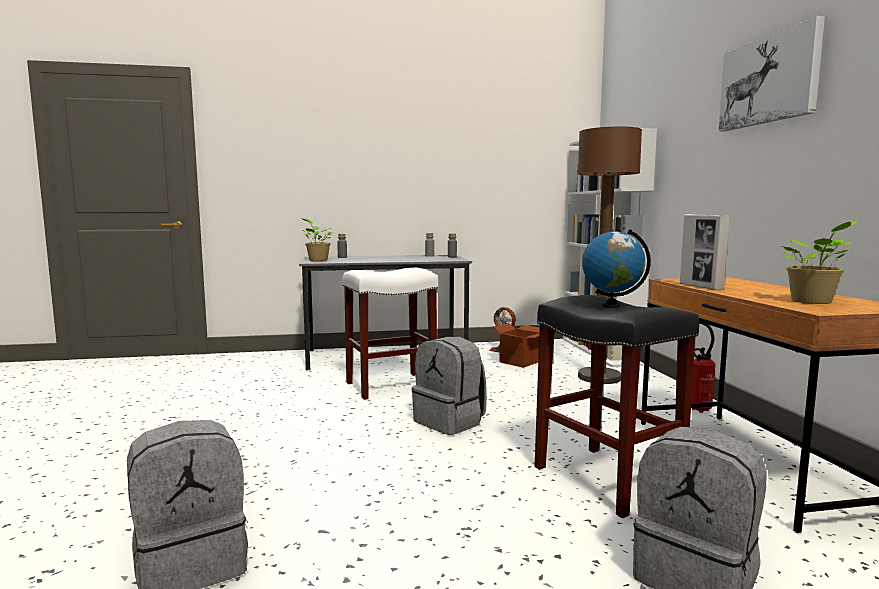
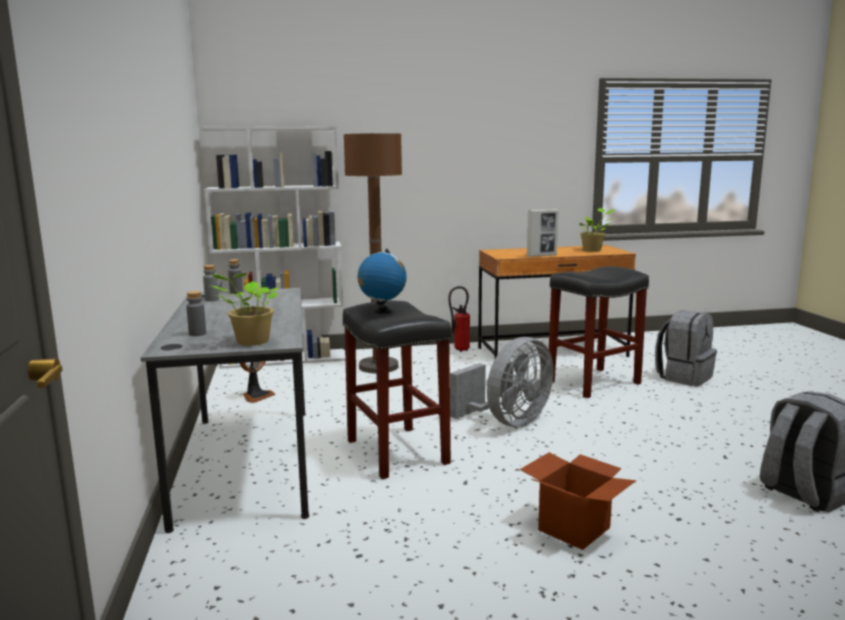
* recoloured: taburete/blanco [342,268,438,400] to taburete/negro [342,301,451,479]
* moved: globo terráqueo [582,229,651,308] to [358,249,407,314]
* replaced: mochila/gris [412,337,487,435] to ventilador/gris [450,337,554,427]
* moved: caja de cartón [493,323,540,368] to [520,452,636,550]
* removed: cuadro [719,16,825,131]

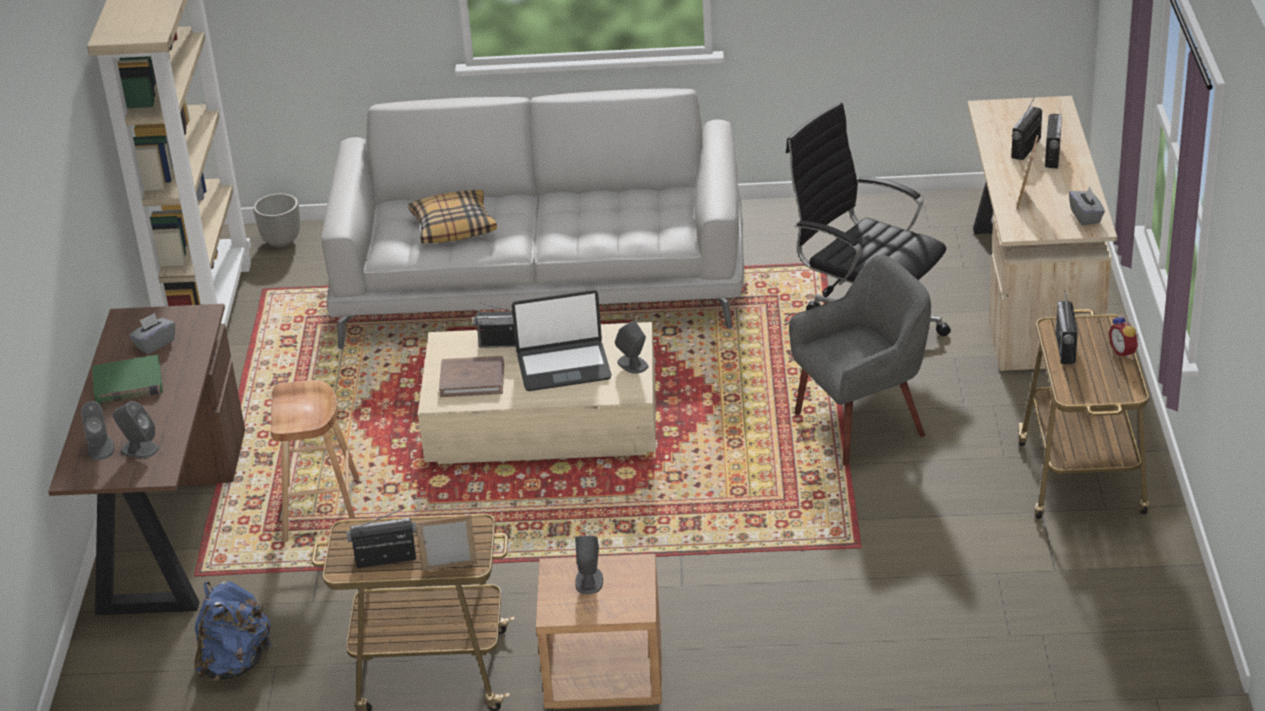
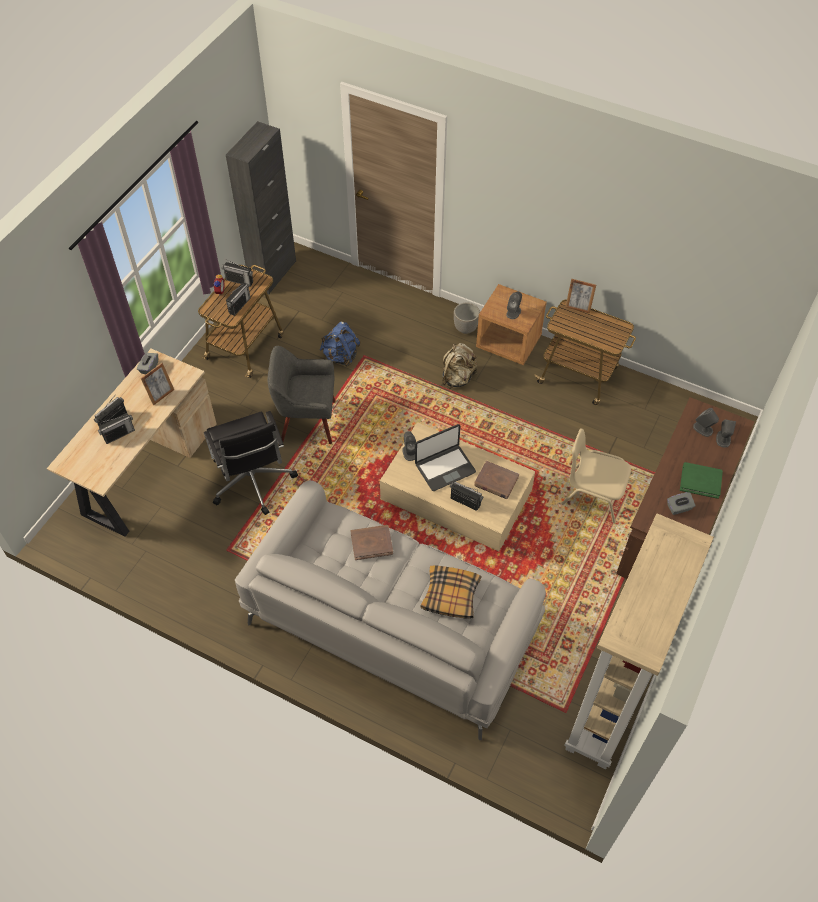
* moved: radio [346,508,417,568] to [222,259,253,286]
* added: armario/negro [226,121,296,294]
* moved: mochila/azul [194,581,273,683] to [320,322,361,367]
* added: libro/marrón [350,525,393,560]
* turned: portátil [512,290,612,391] = [415,424,476,491] 135 degrees clockwise
* added: mochila/beis [442,343,477,389]
* moved: maceta [253,193,300,248] to [454,302,480,334]
* replaced: taburete/marrón [270,380,360,542] to silla/beis [561,429,631,523]

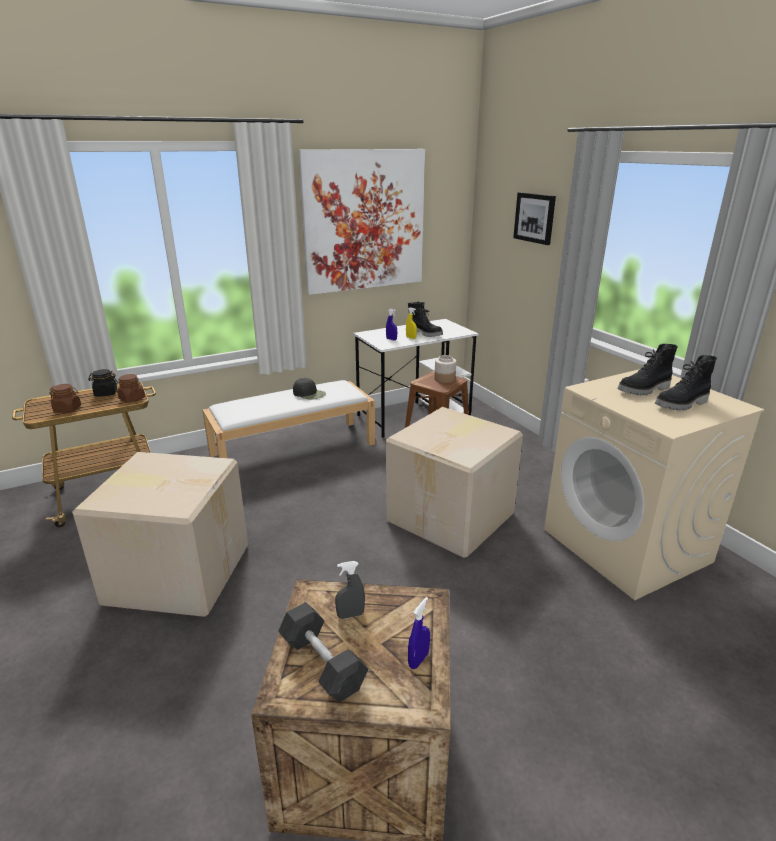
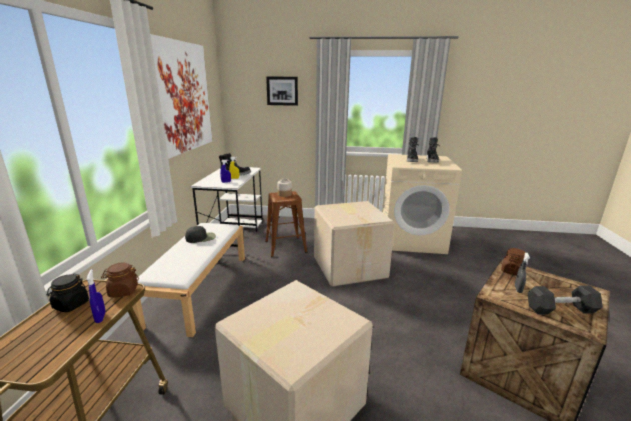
* moved: pulverizador/azul [408,597,430,669] to [86,269,106,323]
* moved: tarro/marrón [49,384,81,413] to [501,248,526,276]

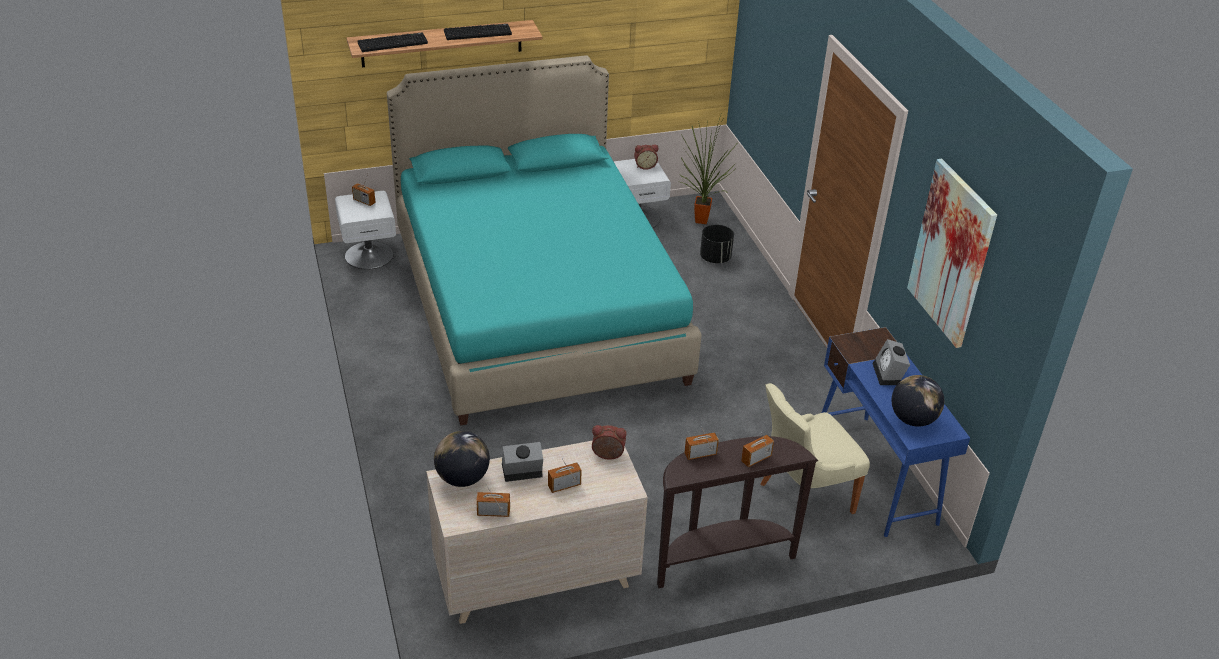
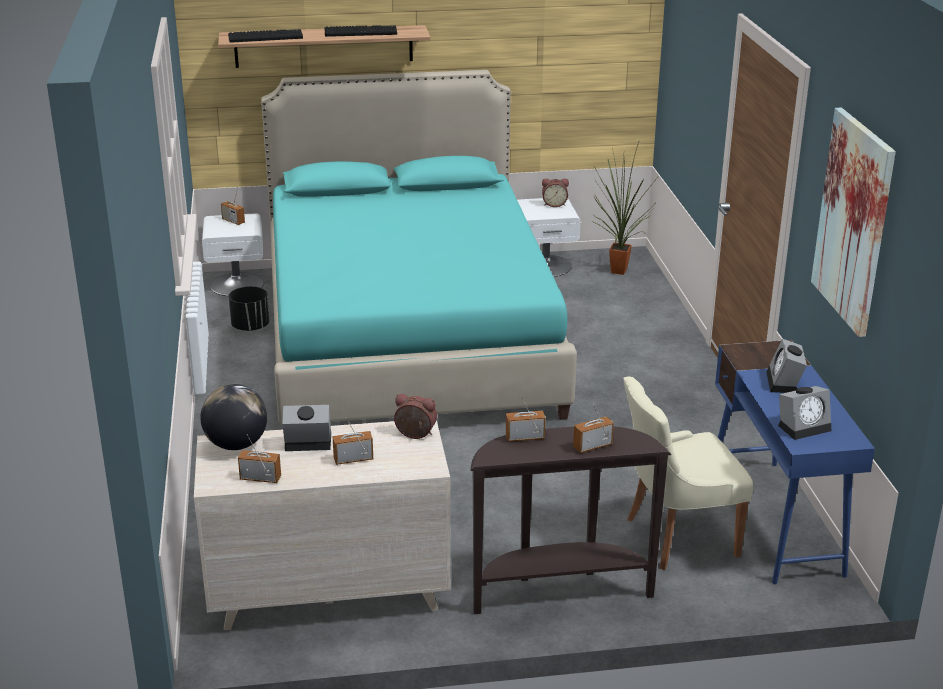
* moved: maceta/negro [700,225,734,263] to [229,286,270,331]
* replaced: globo terráqueo [892,375,944,427] to despertador [778,386,831,440]

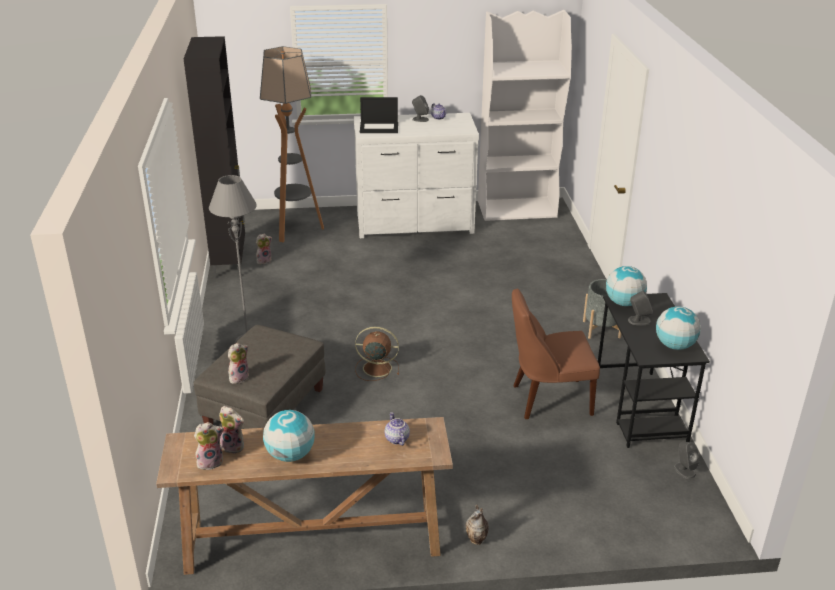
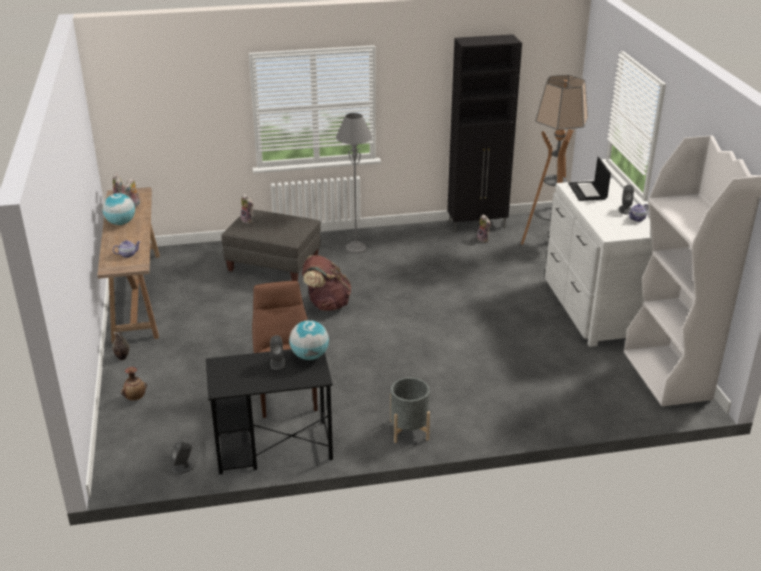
* added: florero [121,367,147,400]
* replaced: ventilador/marrón [355,327,399,381] to mochila/marrón [302,255,351,311]
* removed: globo terráqueo [656,306,701,350]

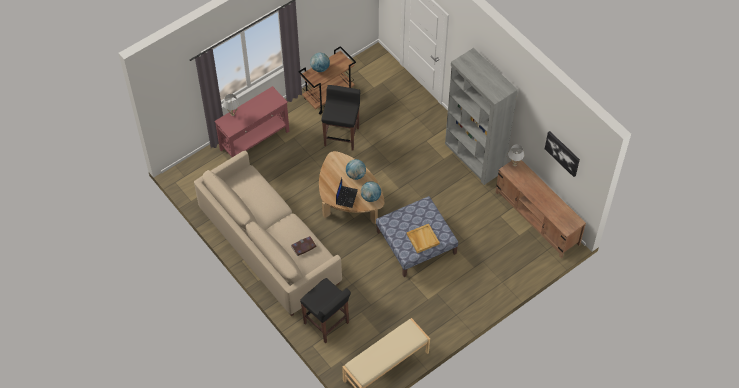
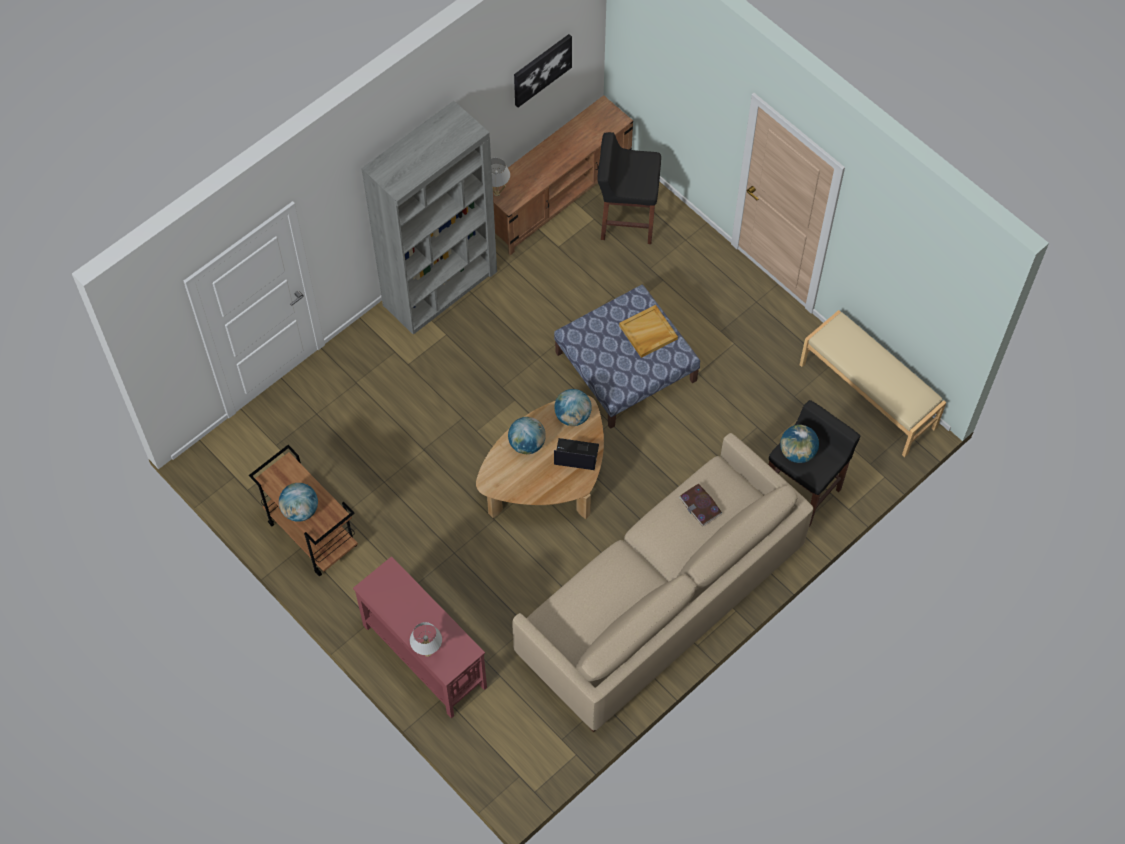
* moved: taburete/negro [321,85,360,151] to [597,132,661,244]
* added: globo terráqueo [780,425,819,463]

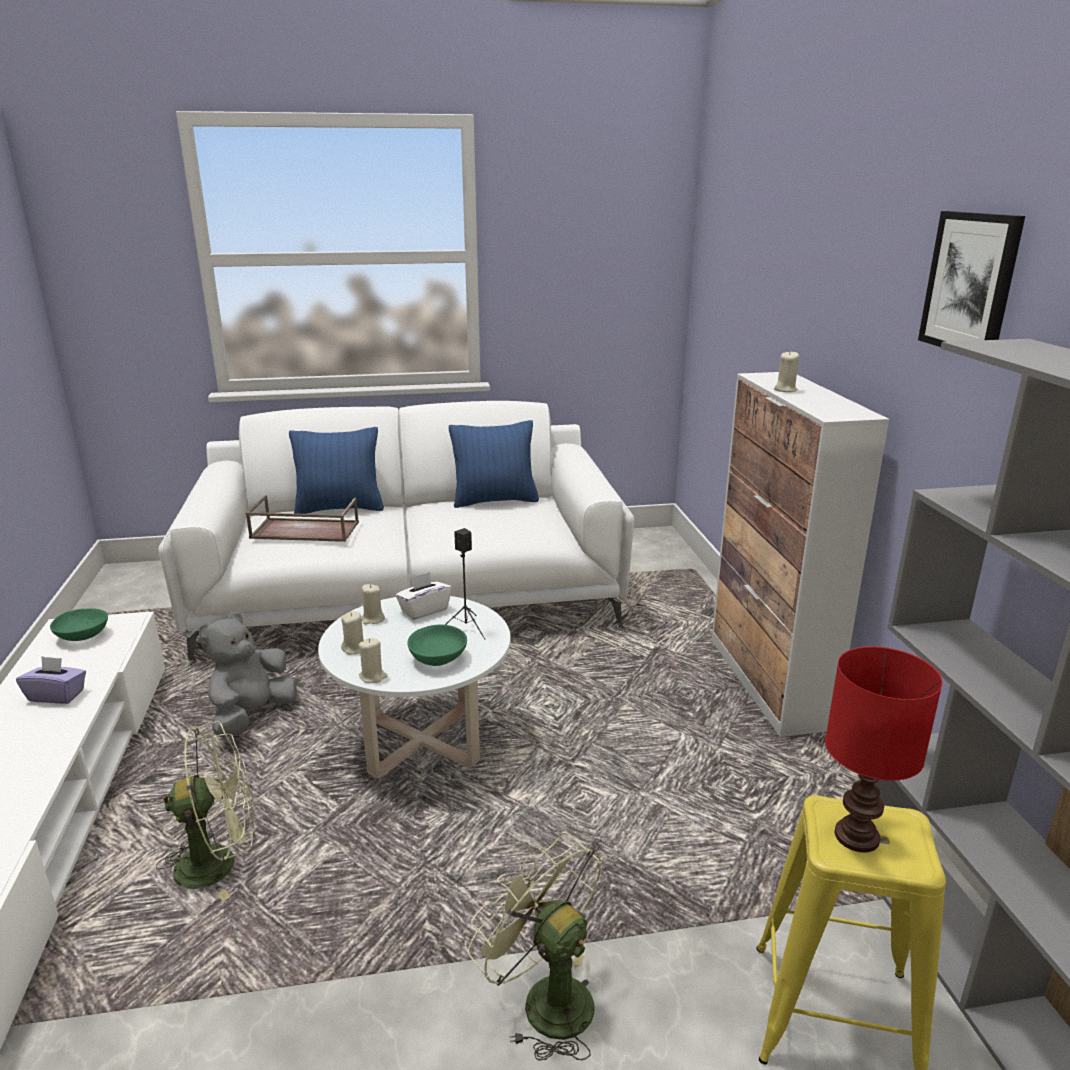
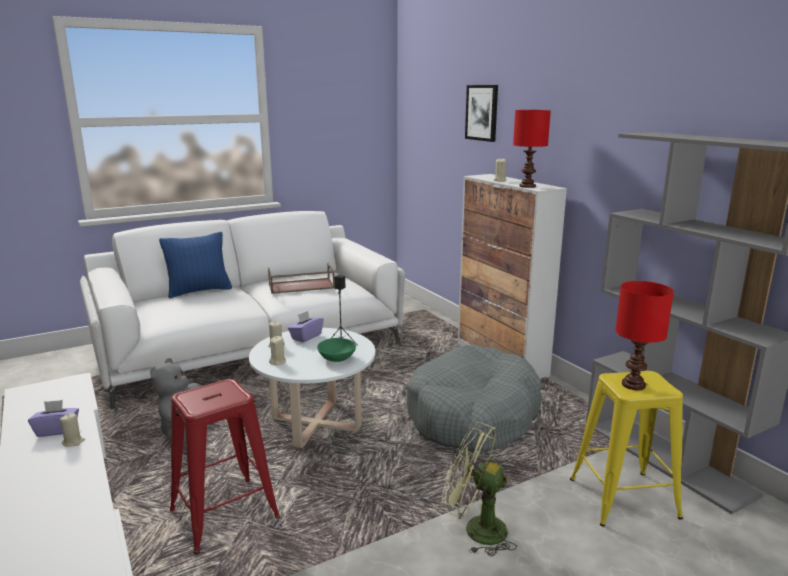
* moved: vela/beis [359,638,387,683] to [59,413,85,447]
* replaced: ventilador/verde [156,721,256,901] to taburete/rojo [170,379,280,554]
* moved: bandeja/marrón [246,495,359,542] to [268,263,335,294]
* recoloured: caja de pañuelos/blanco [395,572,451,620] to caja de pañuelos/morado [288,311,324,342]
* added: cama para perro/gris [407,344,542,452]
* moved: cuadro [918,211,1025,347] to [465,85,498,142]
* added: lámpara de mesa/rojo [513,110,551,188]
* removed: cuenco/verde [50,608,108,641]
* removed: cojín/azul [449,420,539,508]

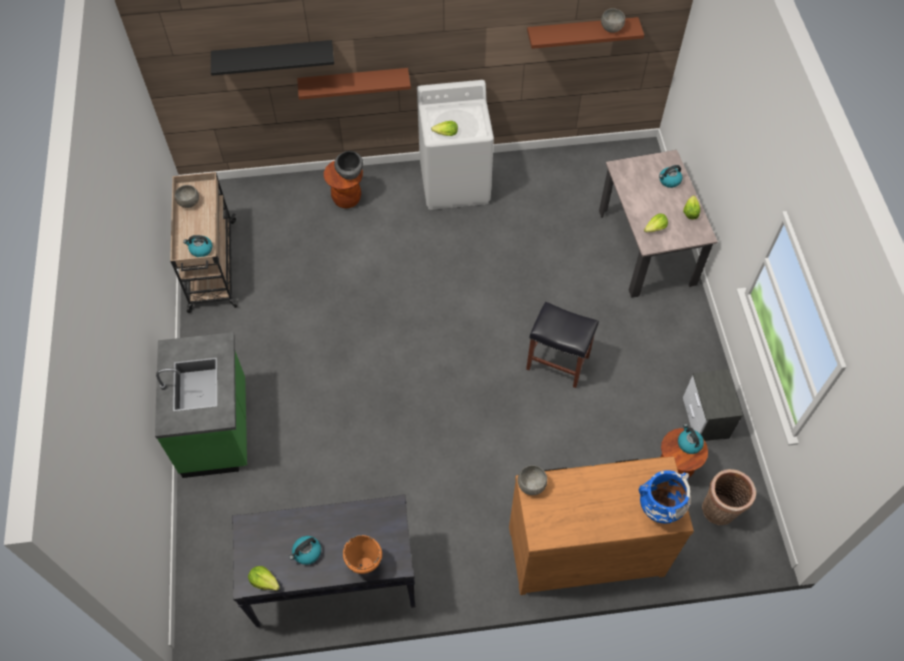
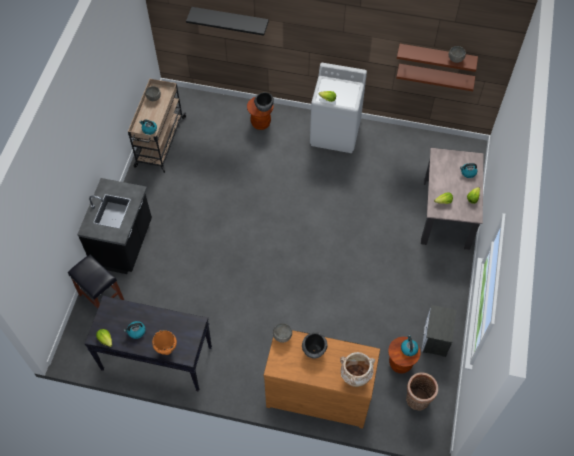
* moved: taburete/negro [526,302,599,388] to [68,254,124,309]
* recoloured: mueble bajo de cocina/verde [155,332,247,478] to mueble bajo de cocina/negro [77,178,152,274]
* added: cuenco [302,332,327,359]
* recoloured: florero/azul [639,470,691,524] to florero/beis [340,352,375,387]
* moved: estante/marrón [297,68,411,100] to [396,64,475,91]

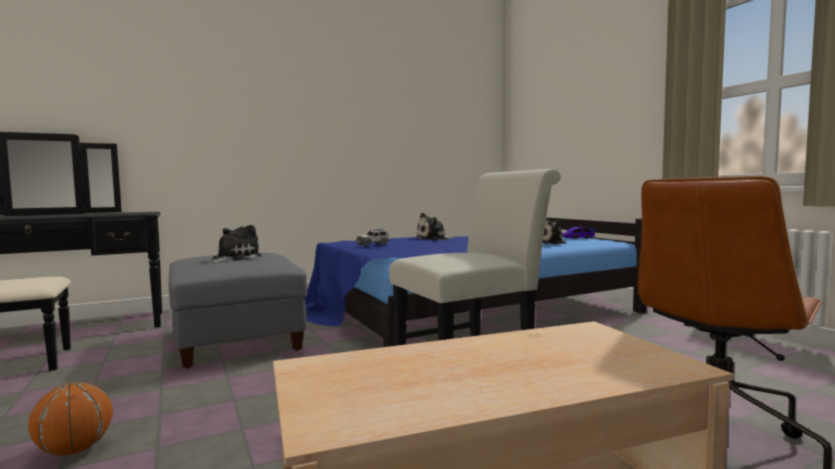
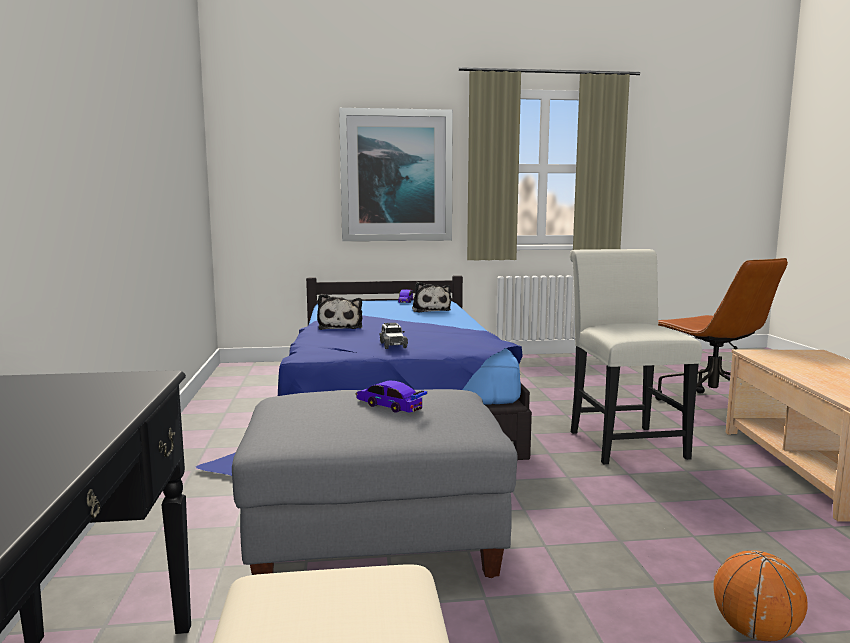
* added: cuadro [339,108,453,241]
* replaced: peluche [212,225,262,263] to coche de juguete [356,381,427,413]

